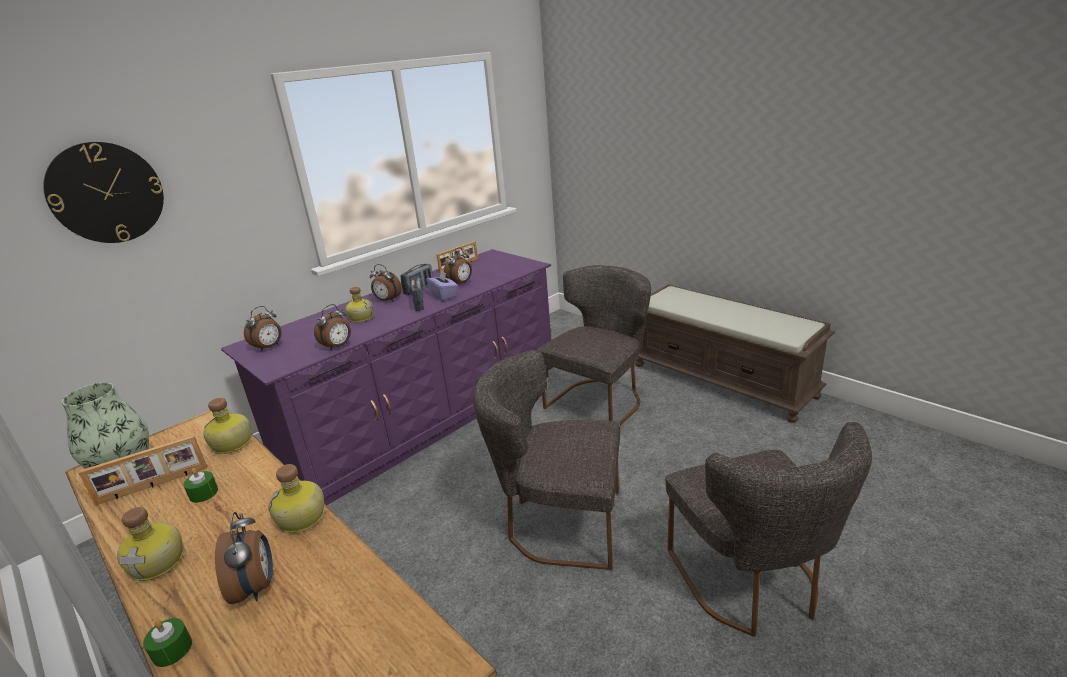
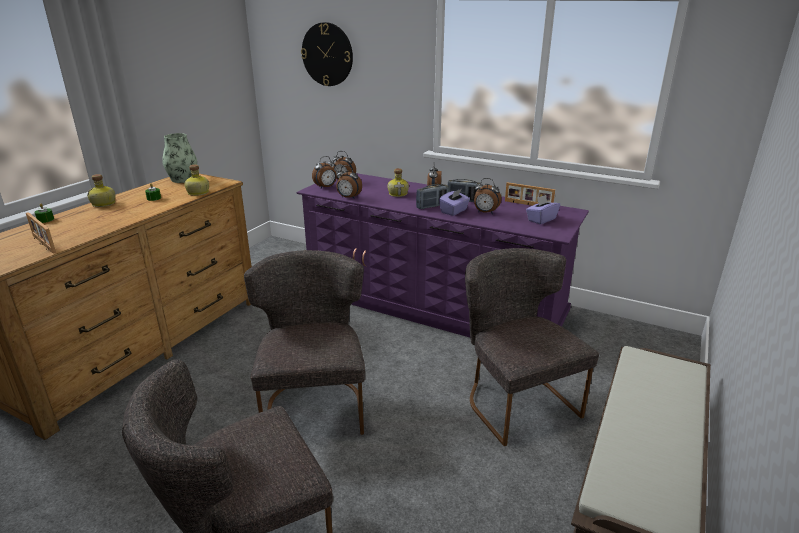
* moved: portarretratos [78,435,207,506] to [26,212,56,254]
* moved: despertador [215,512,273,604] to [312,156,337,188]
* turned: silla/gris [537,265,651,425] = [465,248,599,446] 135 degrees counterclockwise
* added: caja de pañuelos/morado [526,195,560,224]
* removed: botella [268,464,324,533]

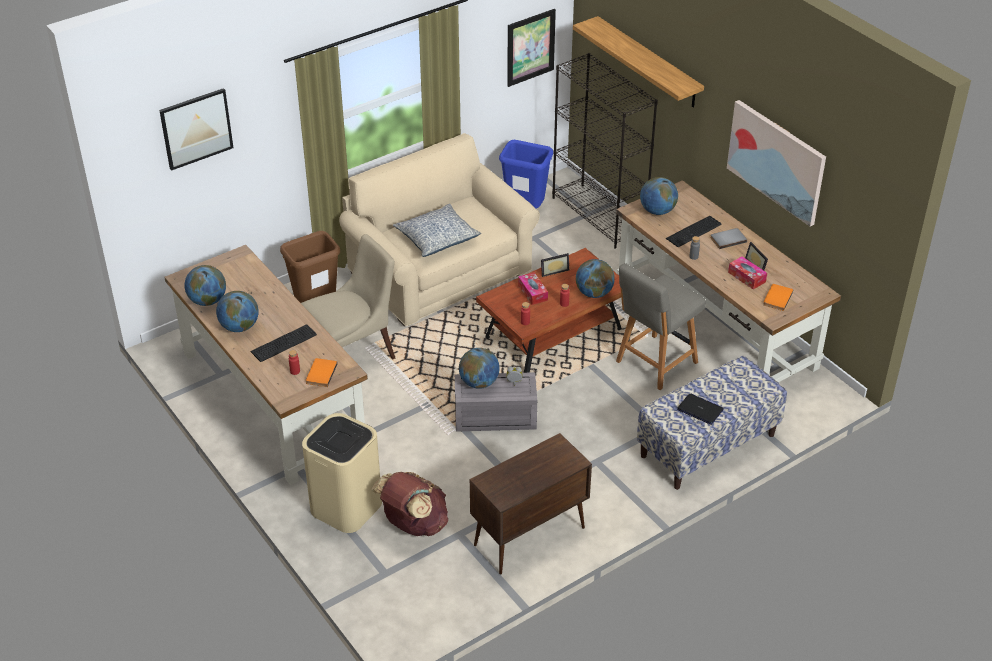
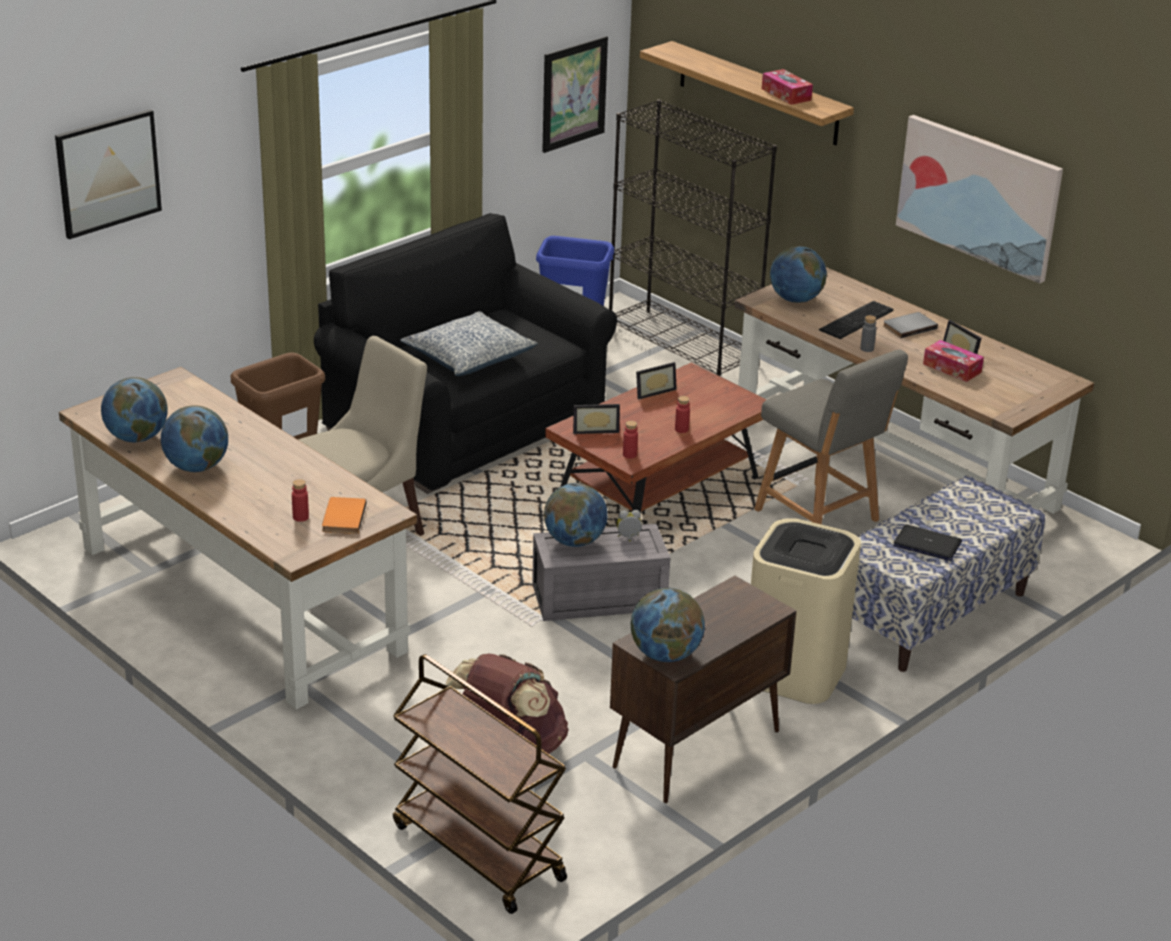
* recoloured: sofá/beis [339,133,540,327] to sofá/negro [314,213,617,494]
* added: carrito/marrón [393,654,567,914]
* added: portarretratos [573,404,620,434]
* moved: globo terráqueo [576,259,615,298] to [631,588,705,662]
* moved: papelera/beis [302,413,382,533] to [751,518,861,704]
* turned: silla/gris [616,263,706,390] = [754,349,908,525] 75 degrees counterclockwise
* moved: caja de pañuelos [518,272,548,305] to [762,69,813,105]
* removed: teclado [250,324,317,362]
* removed: libro/naranja [763,284,793,311]

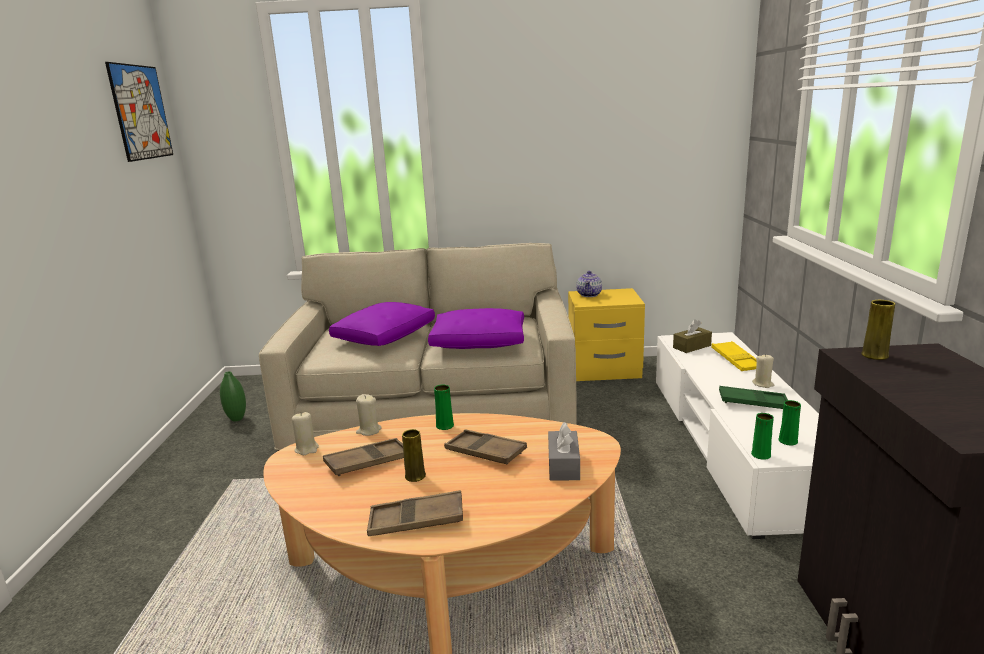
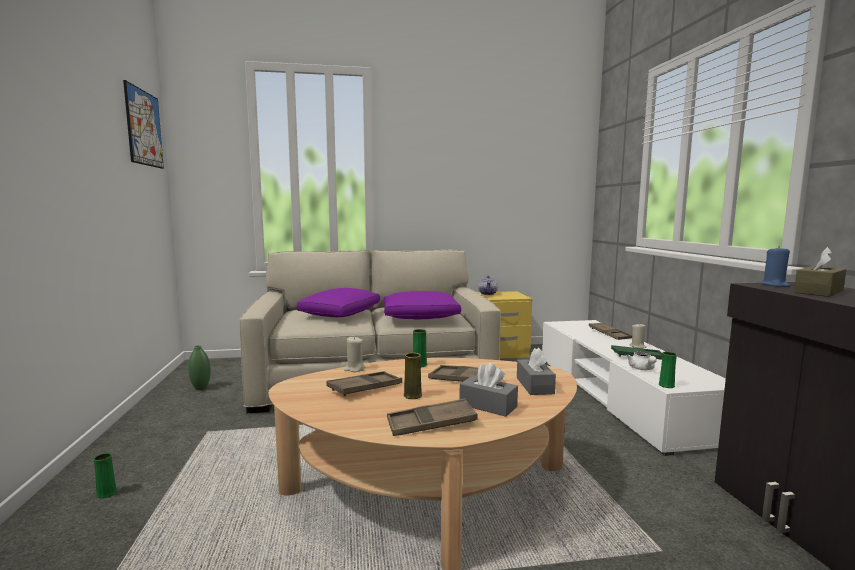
* moved: florero/verde [779,400,801,445] to [94,453,117,498]
* added: caja de pañuelos/gris [459,363,518,417]
* recoloured: bandeja/amarillo [711,341,757,371] to bandeja/marrón [589,322,632,340]
* added: tetera/blanco [627,352,657,370]
* replaced: florero/amarillo [861,300,895,360] to vela/azul [761,246,790,287]
* moved: caja de pañuelos/marrón [673,319,712,353] to [794,247,846,297]
* removed: vela/beis [292,412,319,455]

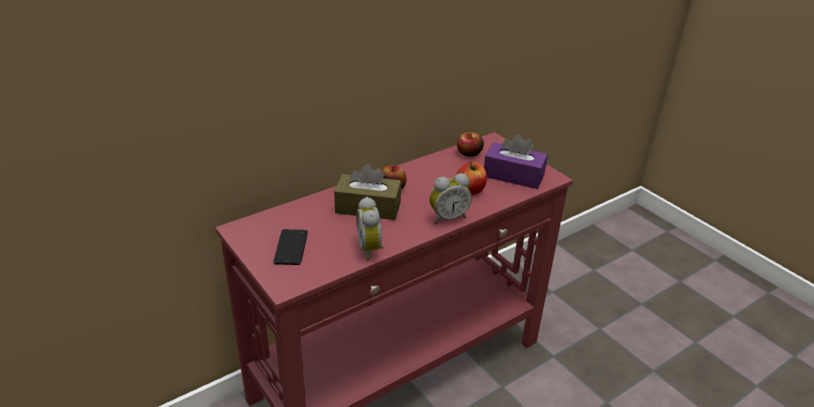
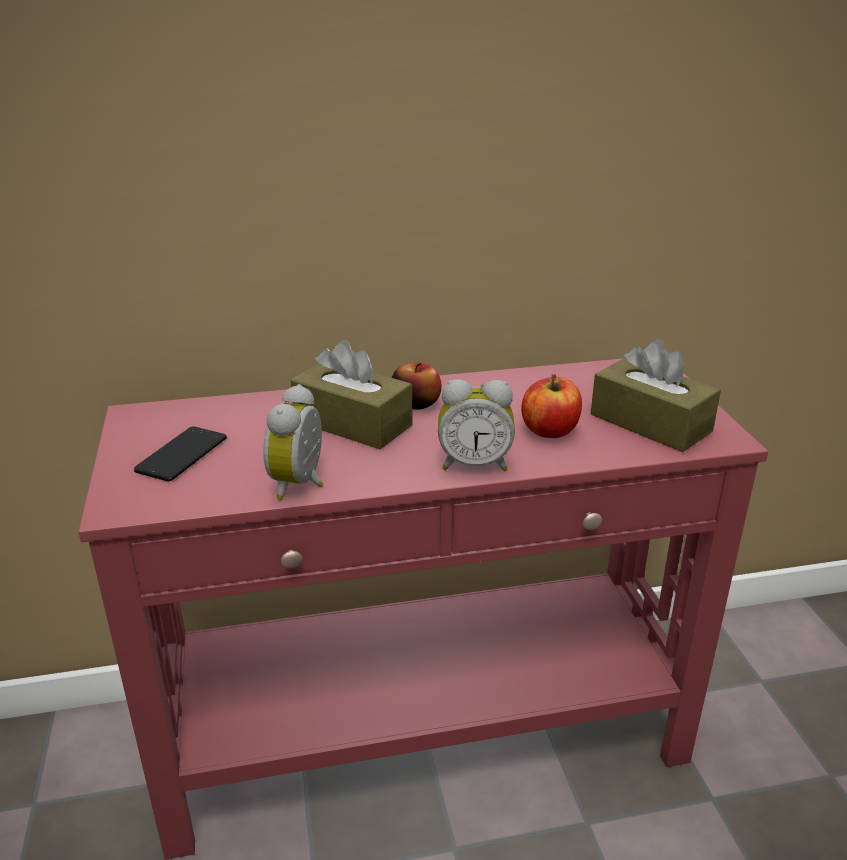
* recoloured: caja de pañuelos/morado [484,134,548,189] to caja de pañuelos/marrón [591,339,721,452]
* removed: manzana [457,132,484,157]

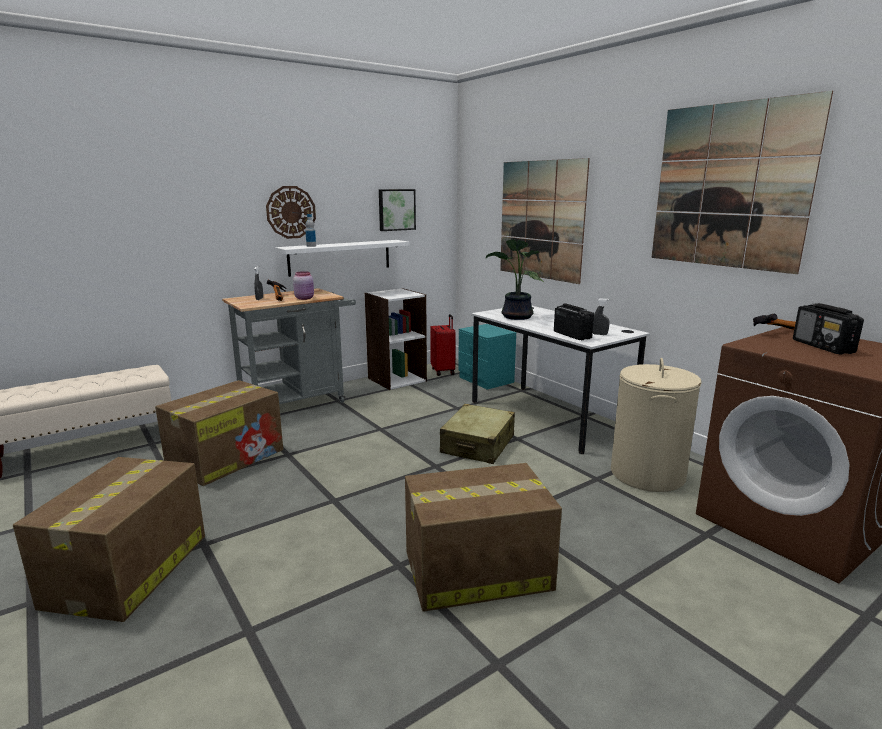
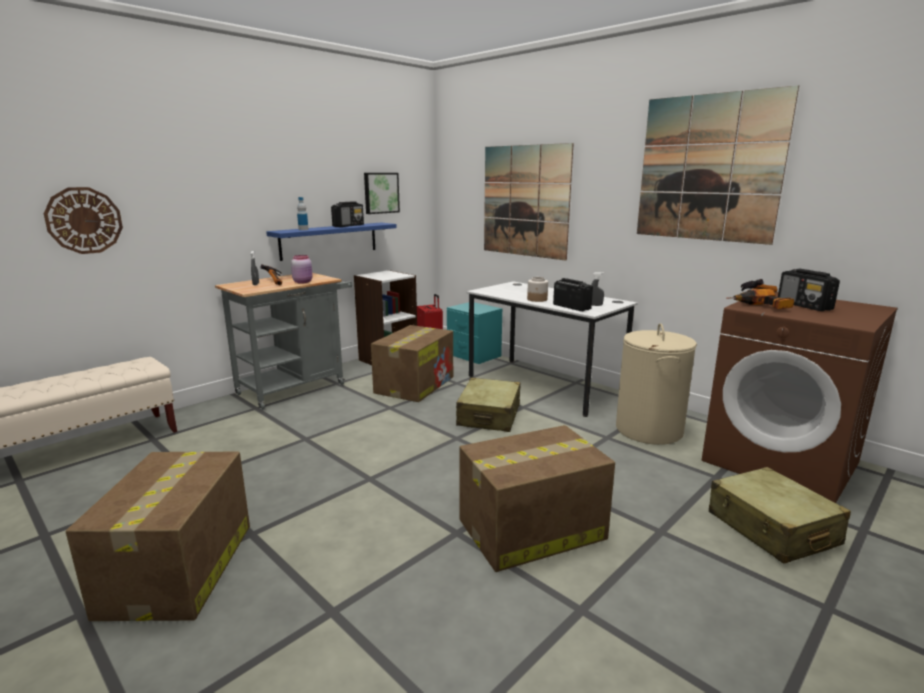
* moved: reloj de pared [266,186,316,239] to [44,187,123,254]
* recoloured: estante/blanco [275,240,409,277] to estante/azul [266,222,397,261]
* added: radio [331,201,364,227]
* moved: caja de cartón [155,380,283,486] to [371,325,453,402]
* added: tarro [527,277,548,302]
* added: maleta/beis [709,467,851,564]
* added: taladro [726,289,794,309]
* removed: planta en maceta [486,239,544,320]

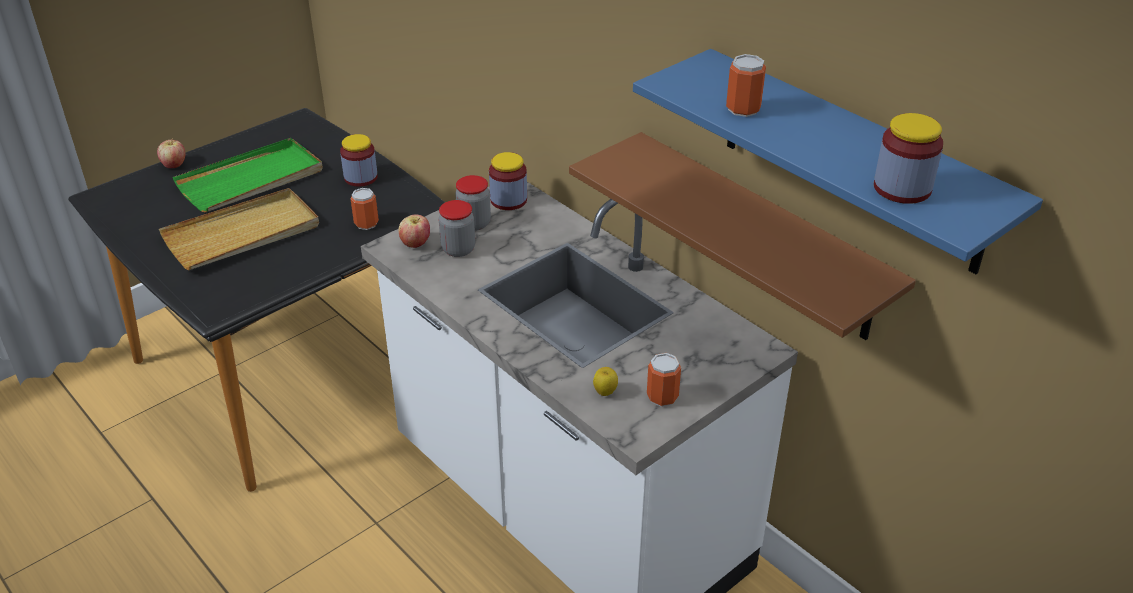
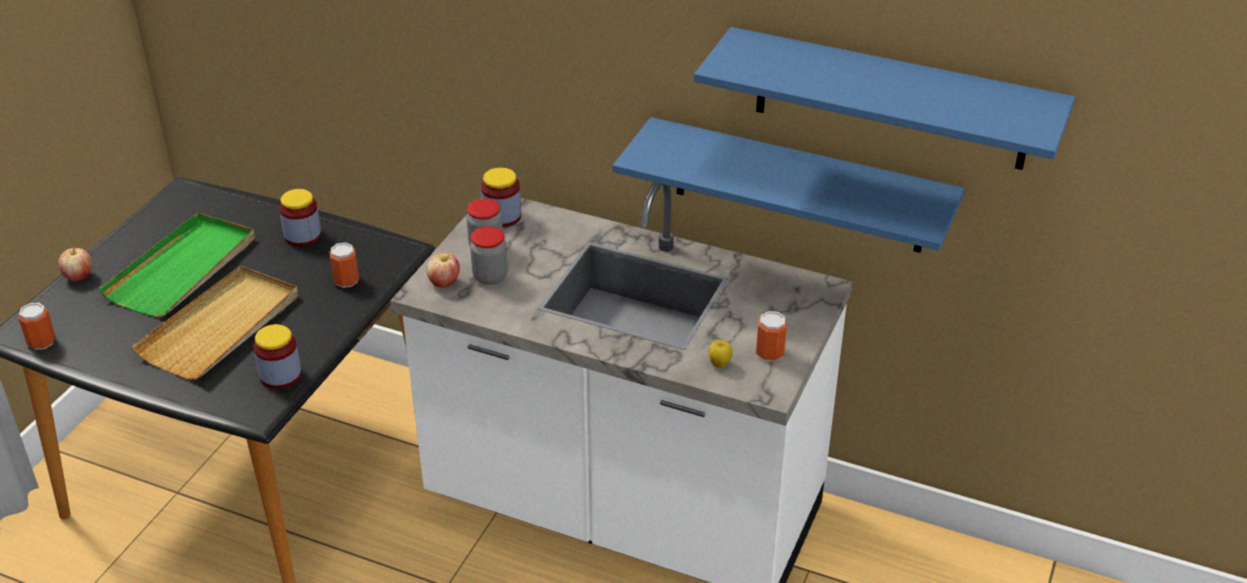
* moved: lata [726,54,766,117] to [18,303,56,350]
* moved: tarro [874,113,943,204] to [253,324,301,389]
* recoloured: estante/marrón [569,132,916,340] to estante/azul [613,117,965,253]

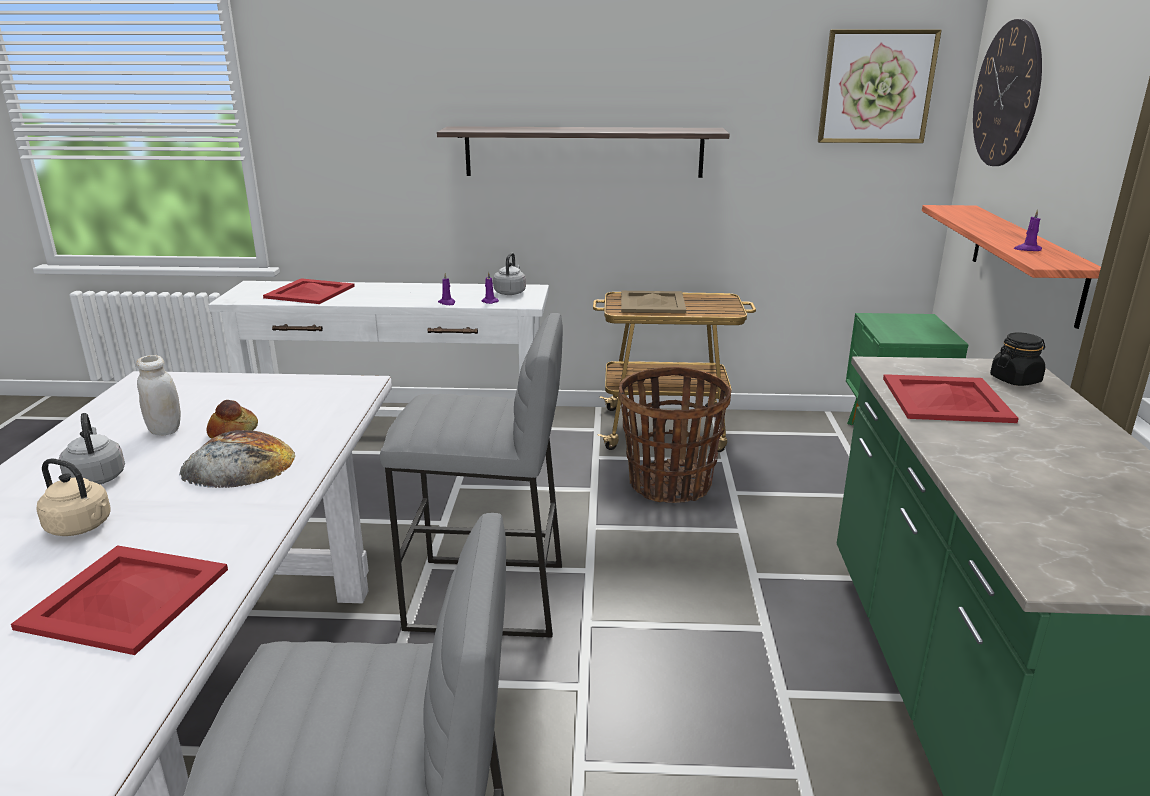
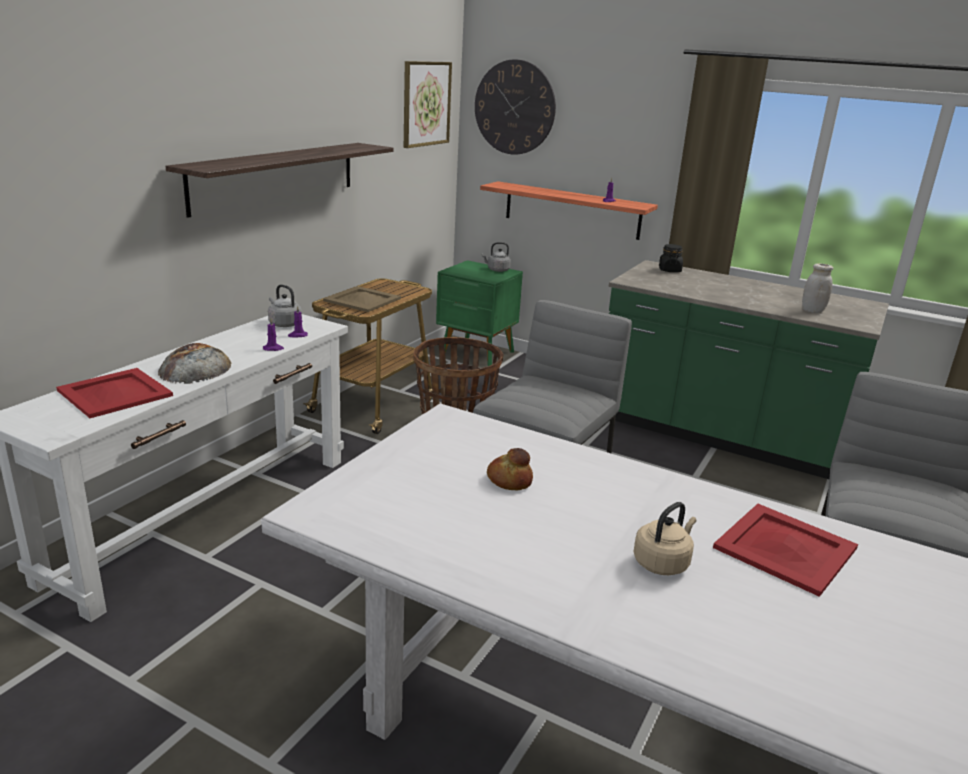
* moved: pan [179,430,295,488] to [158,343,231,384]
* moved: hervidor/gris [59,413,125,484] to [482,242,511,272]
* moved: tarro/blanco [136,355,181,436] to [802,264,833,313]
* removed: bandeja/rojo [883,374,1019,423]

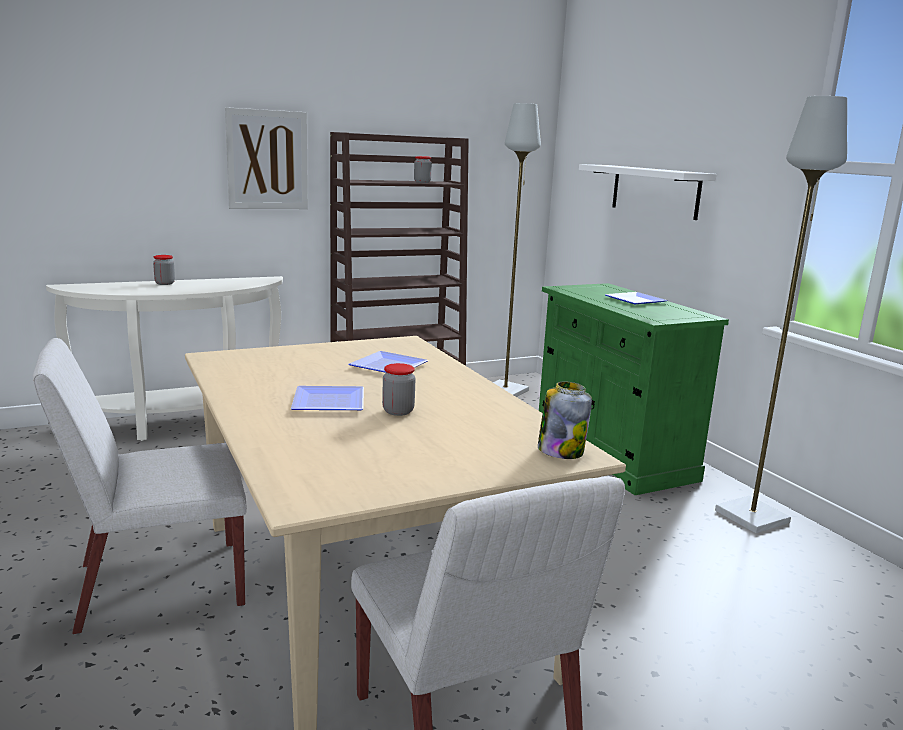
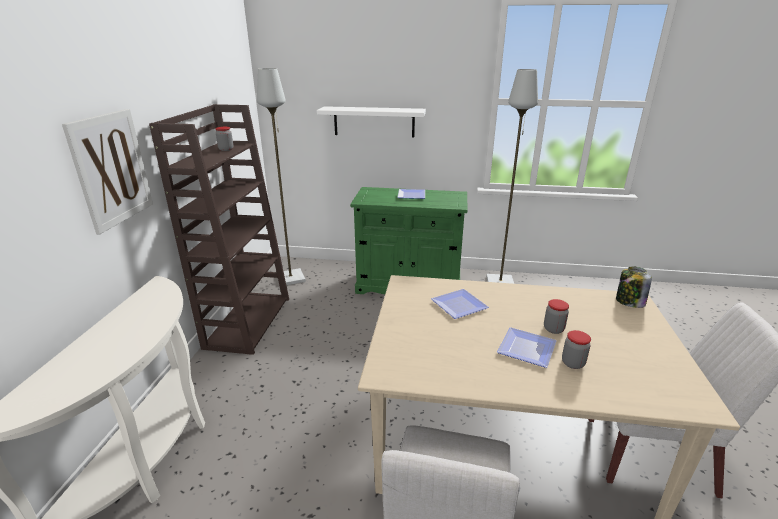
* moved: tarro [153,255,175,285] to [562,330,591,369]

